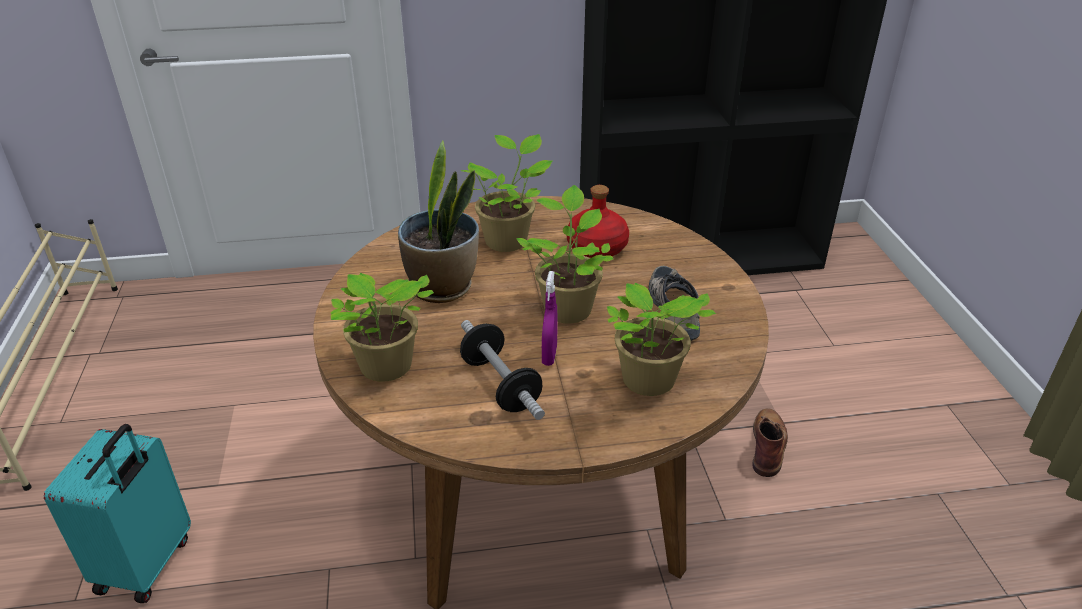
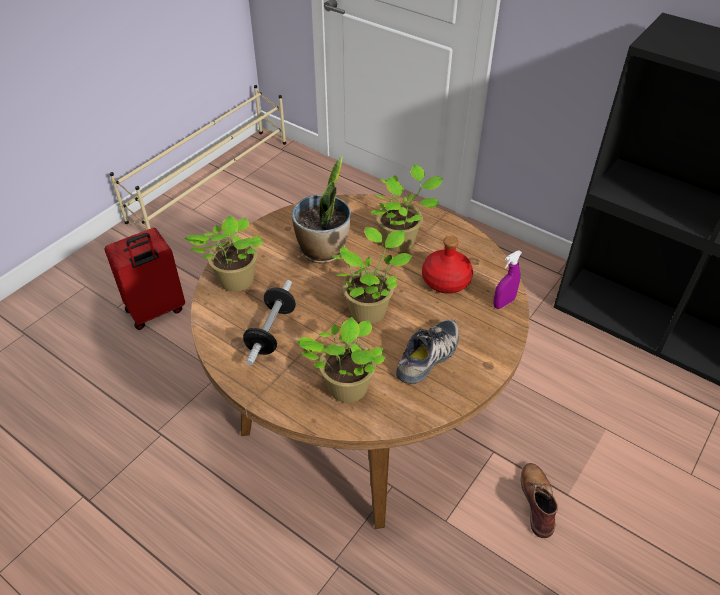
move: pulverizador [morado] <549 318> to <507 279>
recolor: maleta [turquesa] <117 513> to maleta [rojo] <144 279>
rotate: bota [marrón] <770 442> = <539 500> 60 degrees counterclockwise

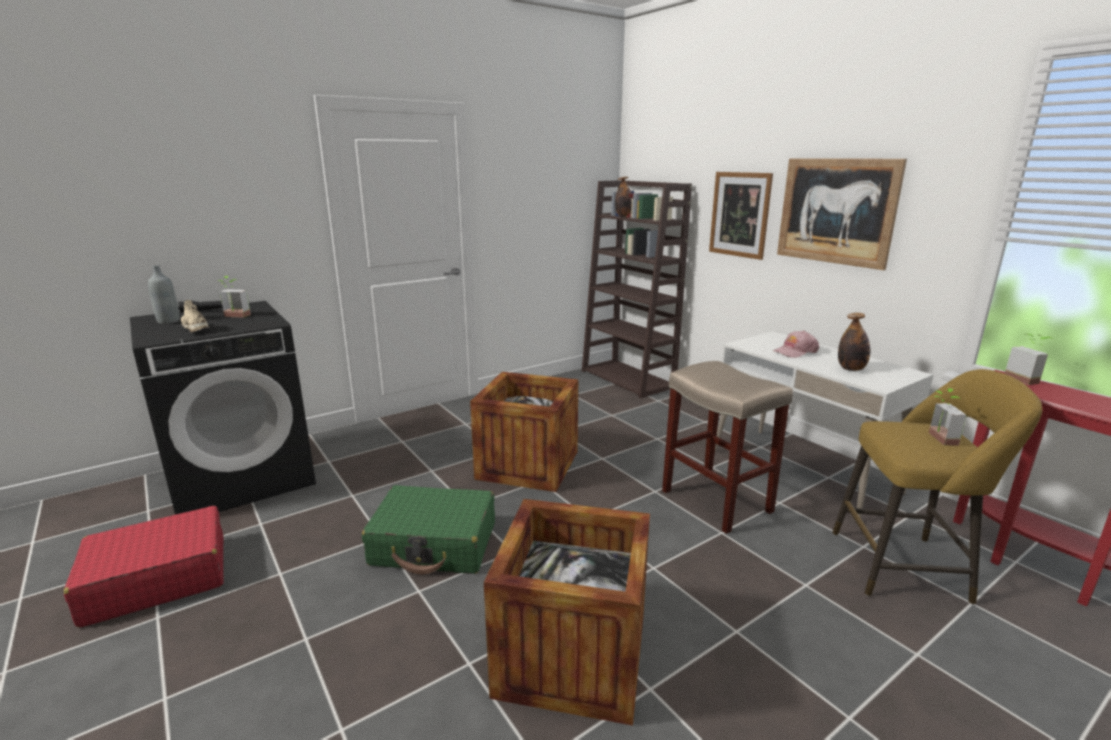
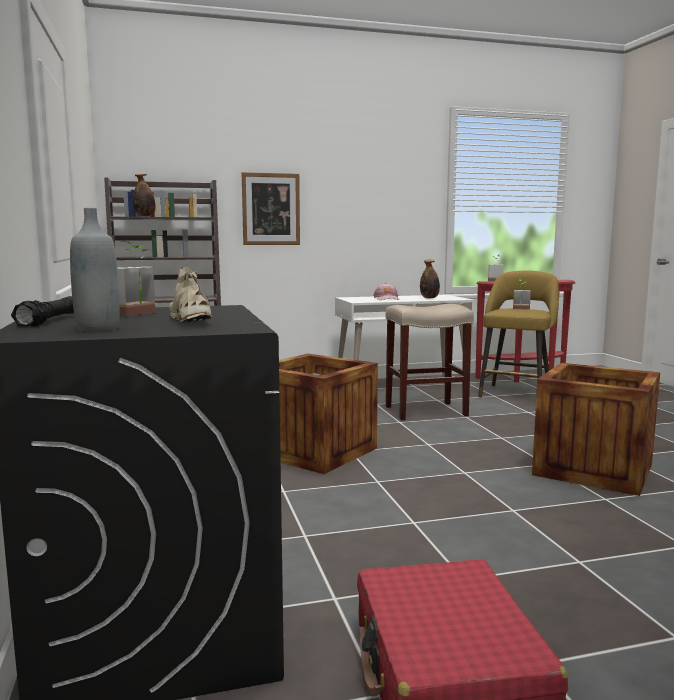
delete: cuadro <842 214>; maleta [verde] <428 530>
rotate: zapato [beis] <195 316> = <191 295> 90 degrees clockwise

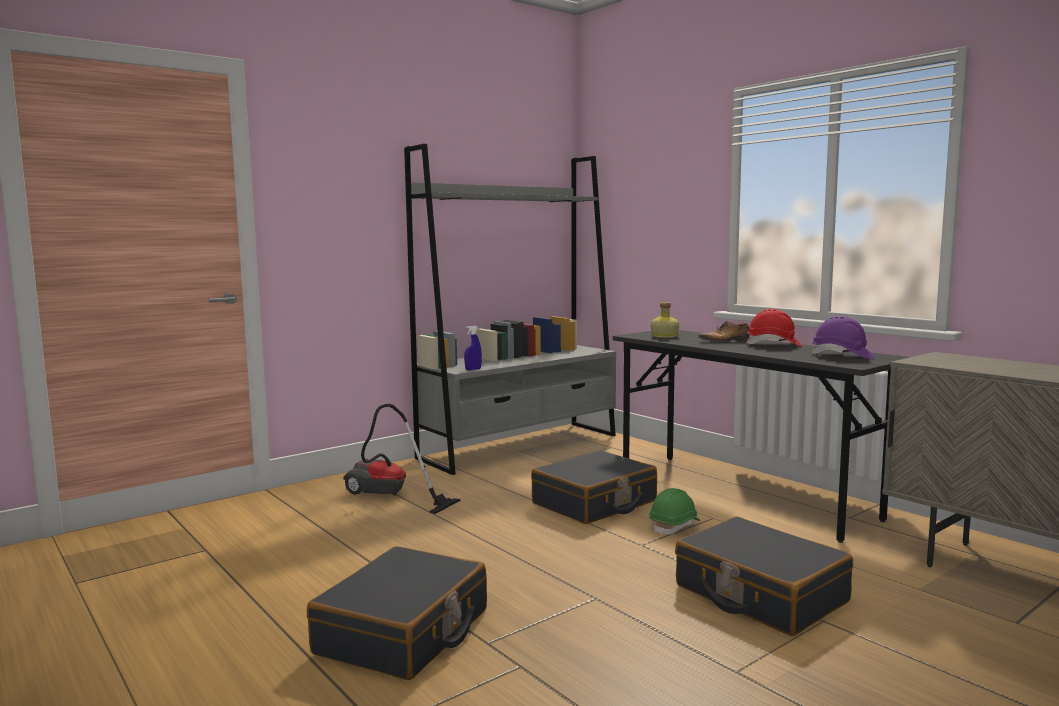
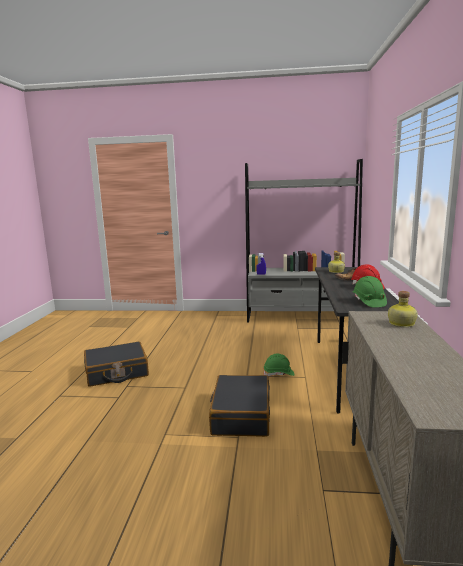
delete: aspiradora <402 459>; maleta [negro] <594 487>
insert: botella <403 309>
recolor: casco [morado] <843 337> to casco [verde] <370 291>

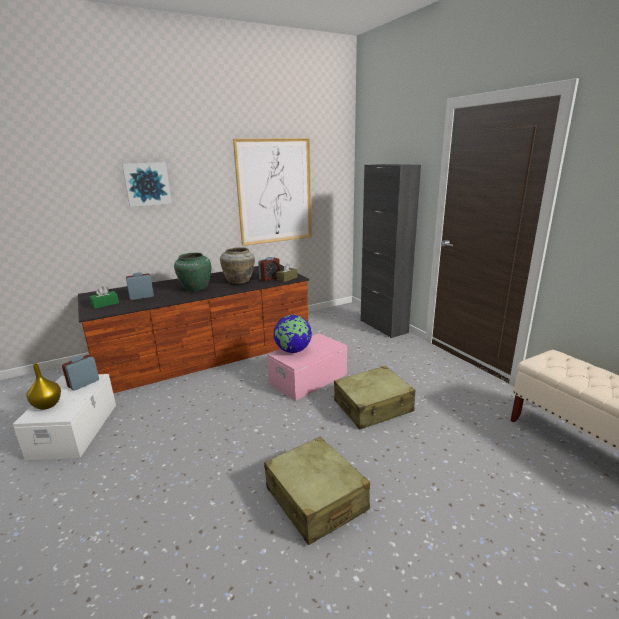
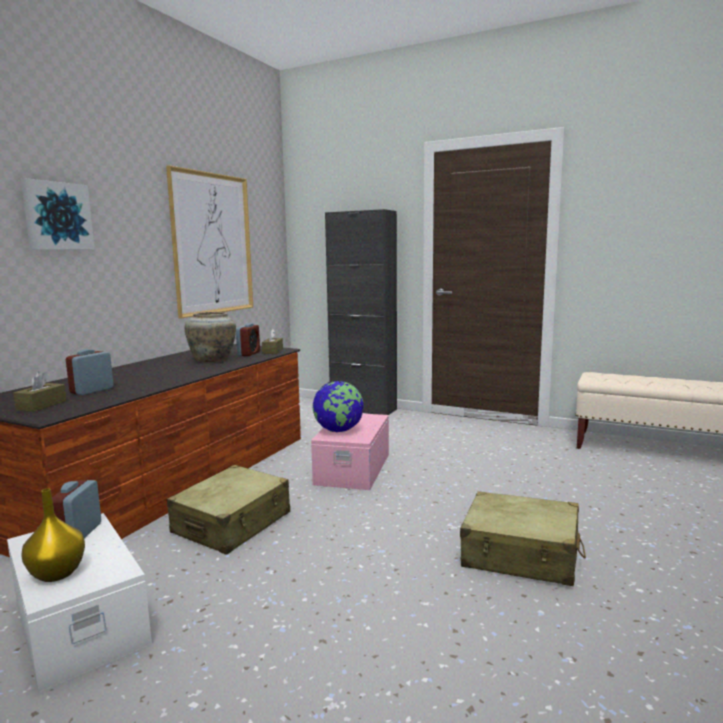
delete: florero [verde] <193 272>
move: maleta [beis] <374 398> to <228 510>
recolor: caja de pañuelos [verde] <104 297> to caja de pañuelos [marrón] <39 391>

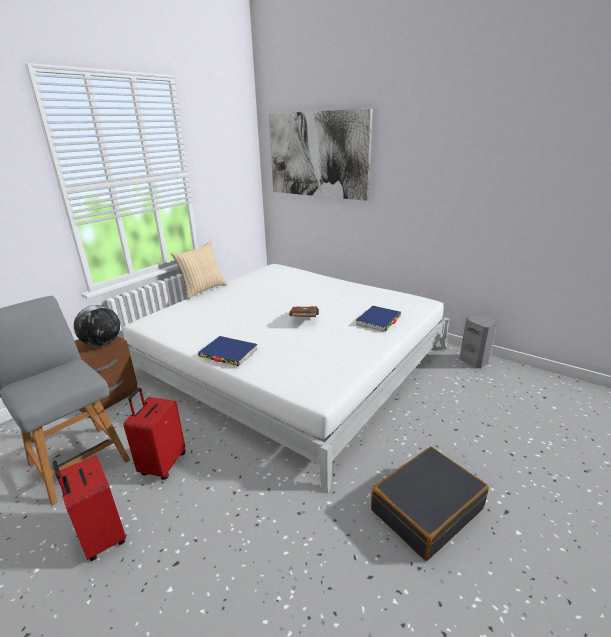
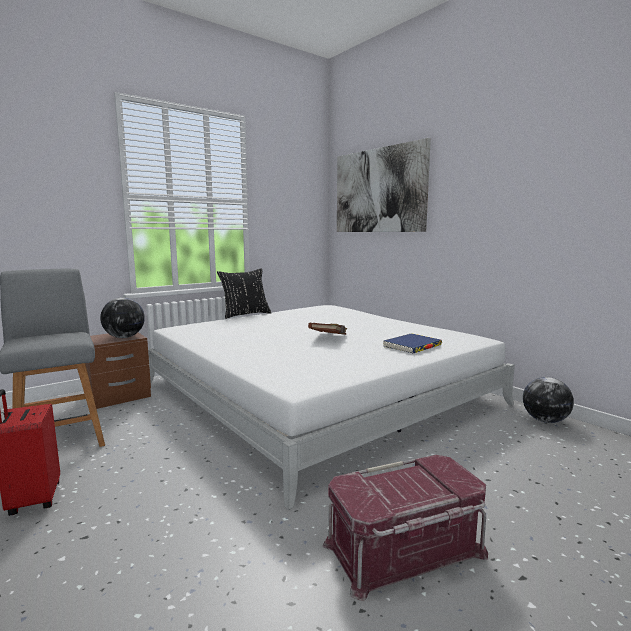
delete: libro [azul] <228 351>; maleta [rojo] <154 434>
replace: altavoz [gris] <478 341> to globo terráqueo <548 400>; maleta [negro] <430 504> to caja de almacenaje [rojo] <405 528>
recolor: cojín [beis] <199 270> to cojín [negro] <244 293>

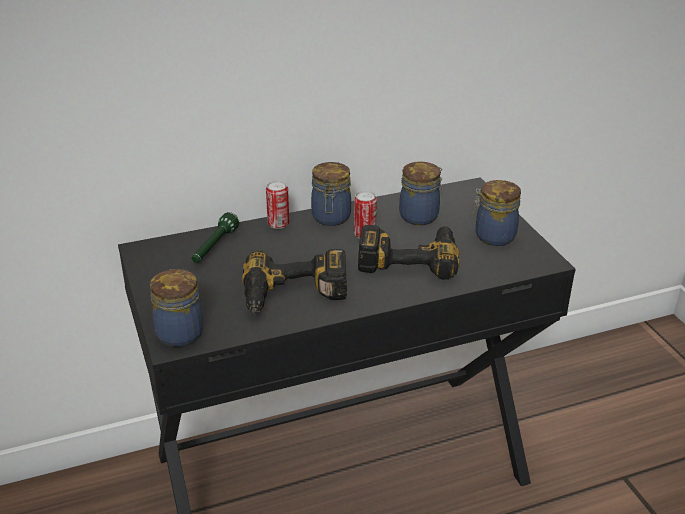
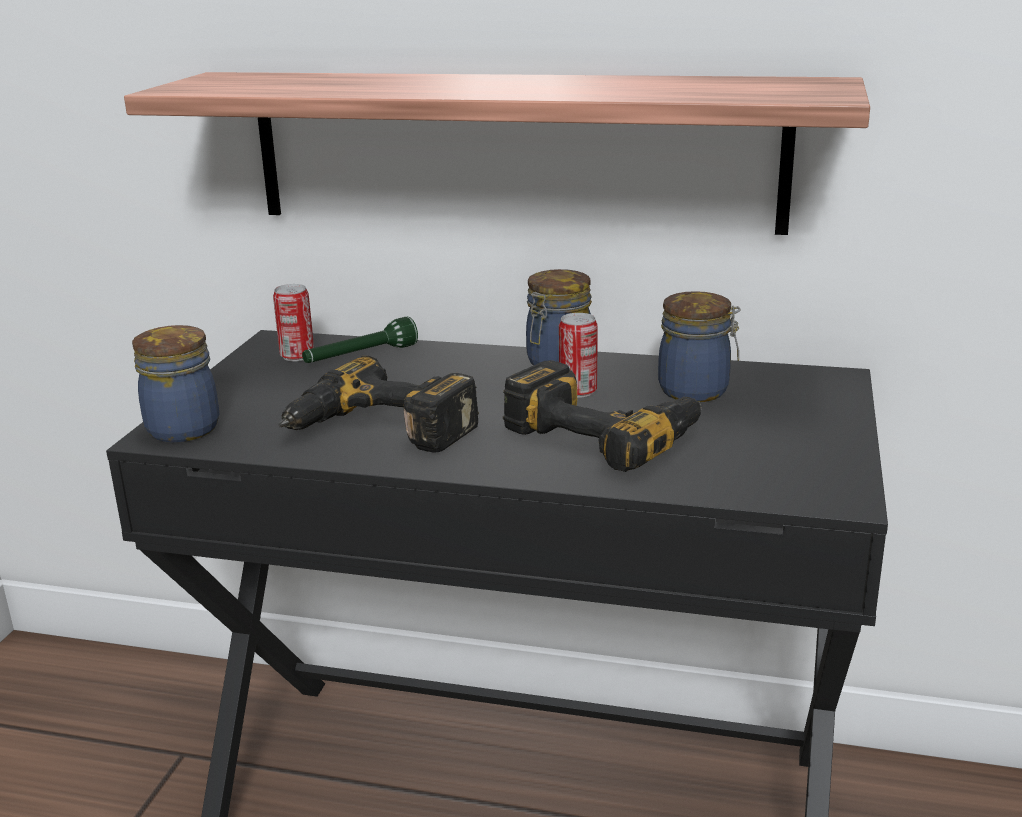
delete: tarro <496 213>
insert: estante <497 153>
move: lata <277 204> to <293 323>

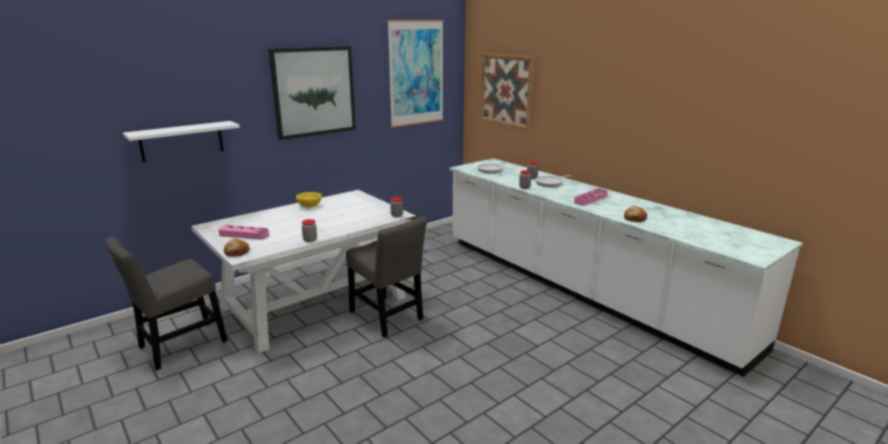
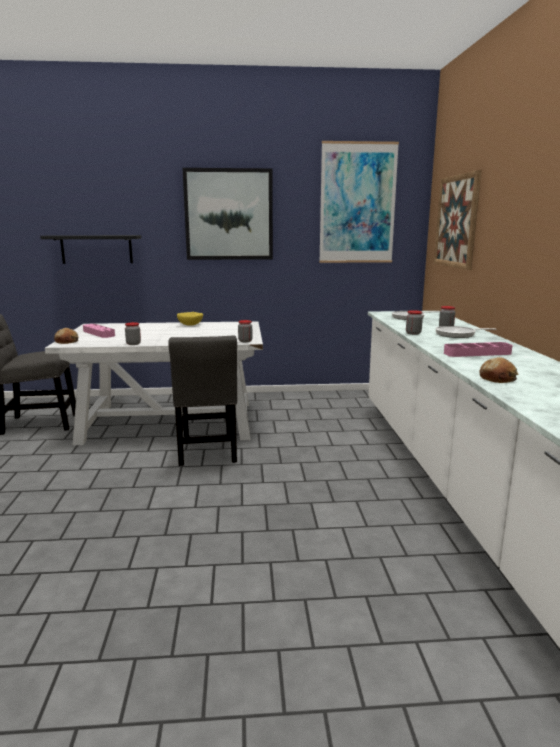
recolor: estante [blanco] <181 141> to estante [negro] <90 249>

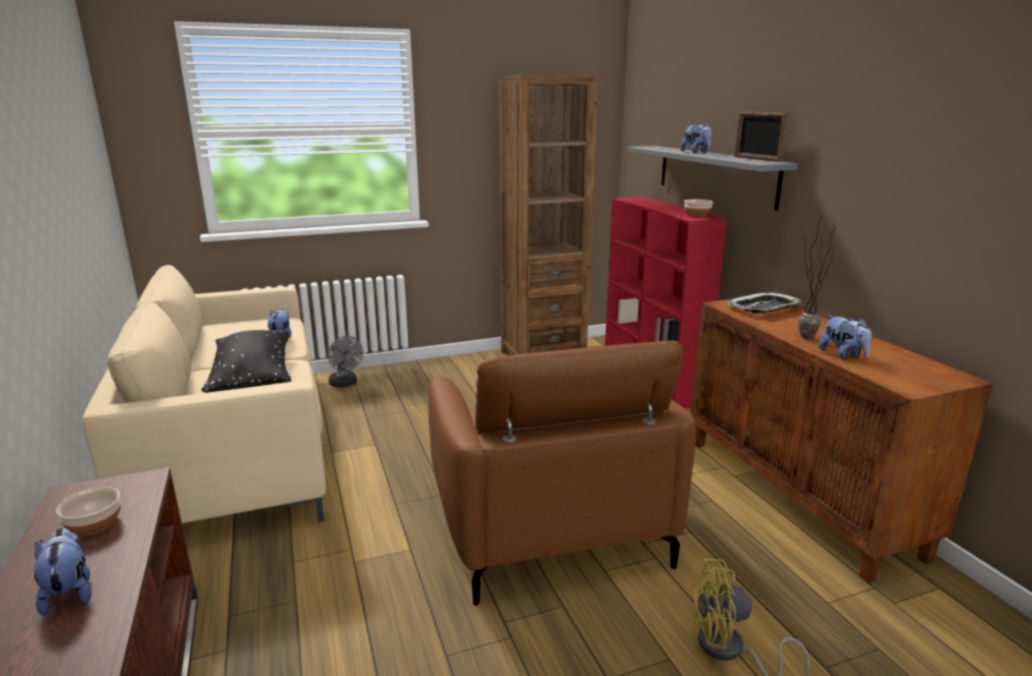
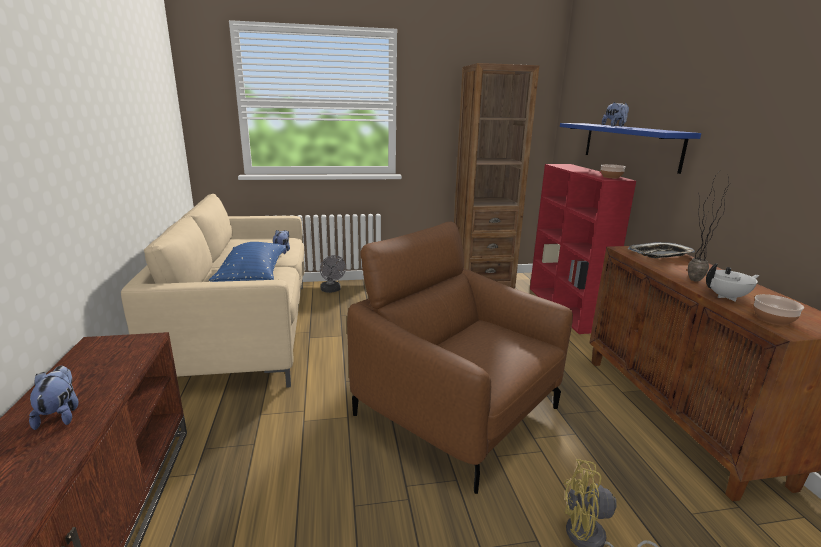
delete: portarretratos <761 136>
move: cuenco <88 511> to <778 310>
replace: peluche <845 337> to tetera [blanco] <733 282>
recolor: estante [gris] <713 178> to estante [azul] <630 148>; cojín [negro] <246 361> to cojín [azul] <247 262>
rotate: sillón [marrón] <562 473> = <460 358> 135 degrees clockwise

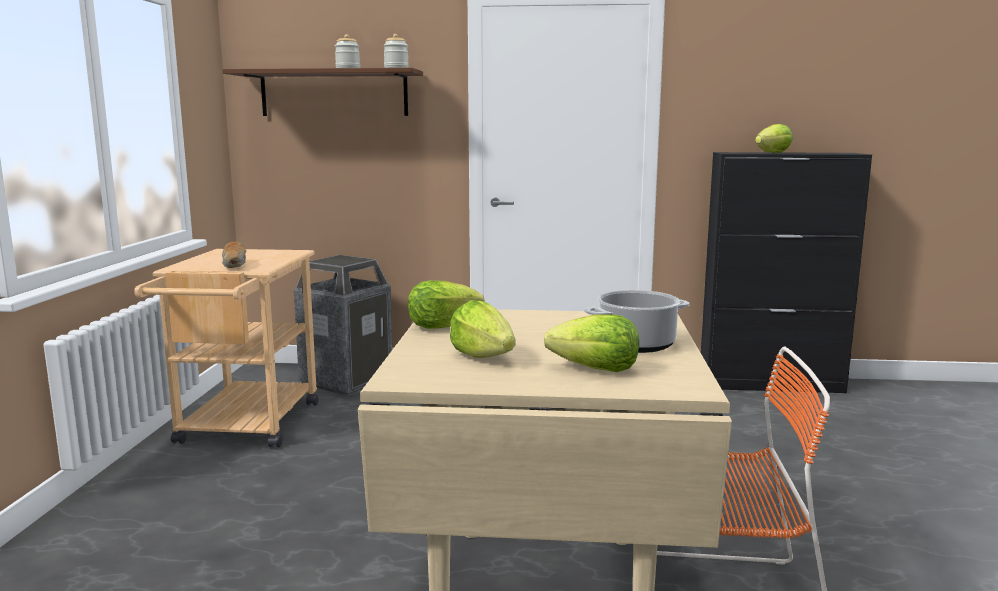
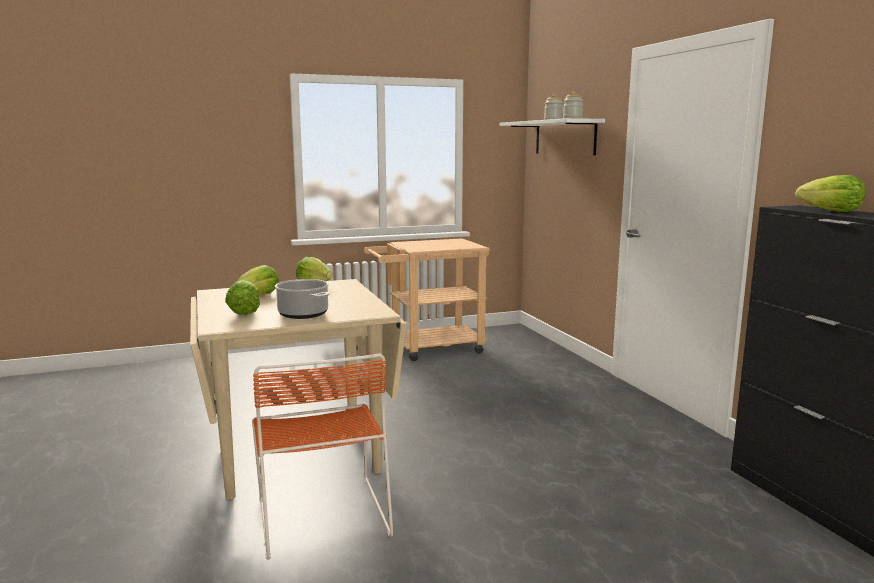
delete: pan <234 254>; papelera <343 325>
recolor: estante [marrón] <322 92> to estante [blanco] <552 136>

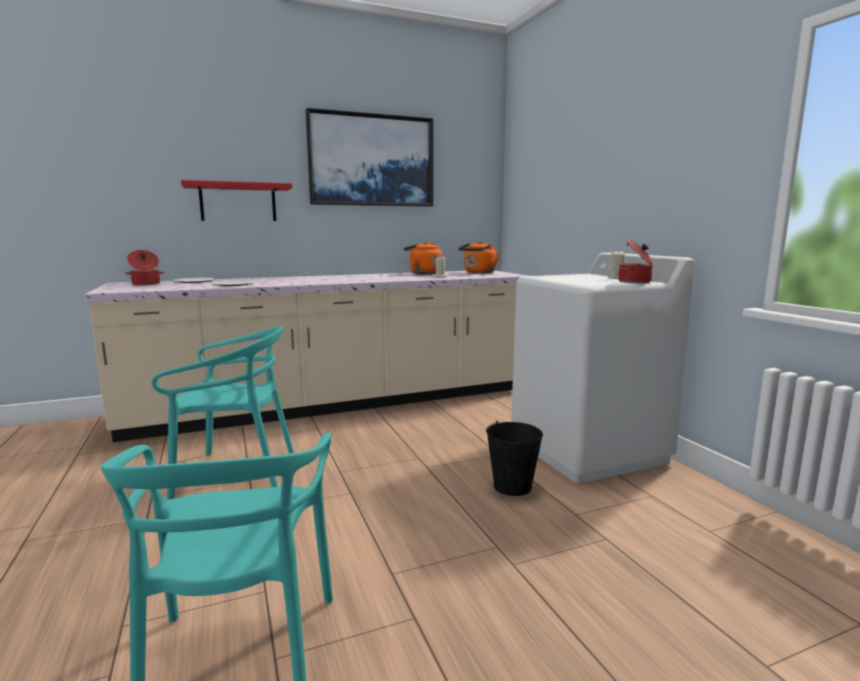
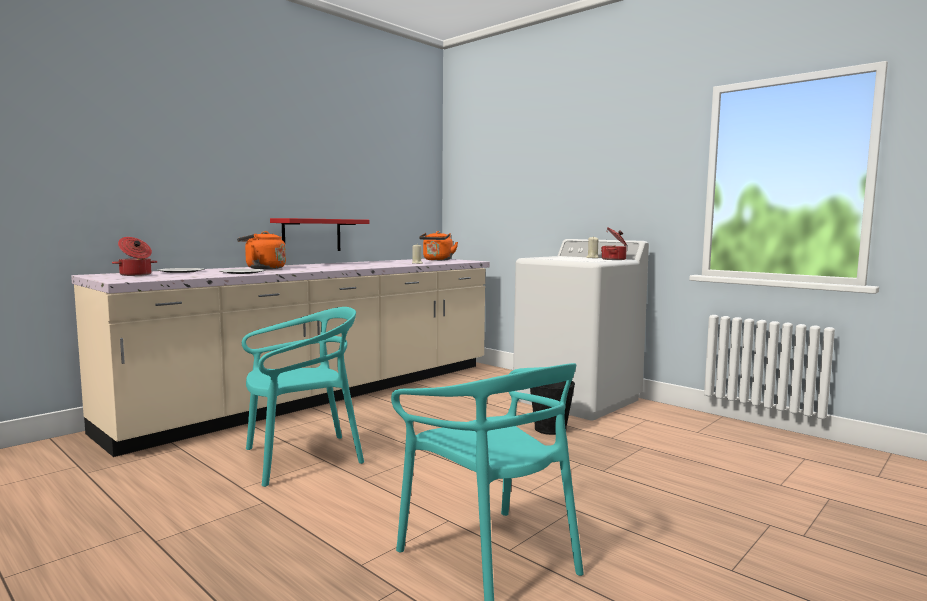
delete: cuadro <369 157>
move: estante [rojo] <236 200> to <319 234>; hervidor [naranja] <423 258> to <261 250>

